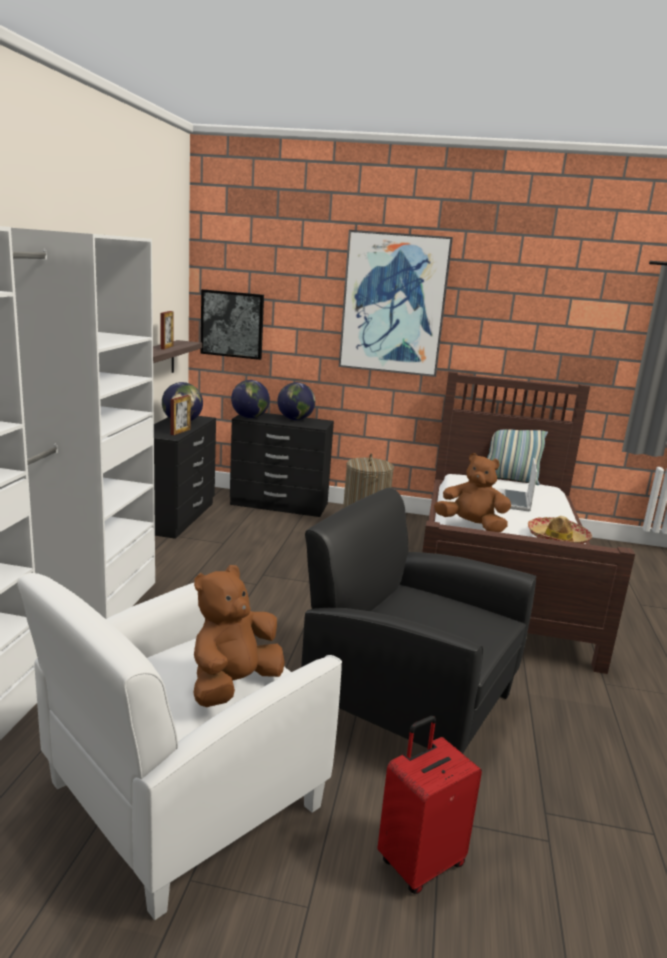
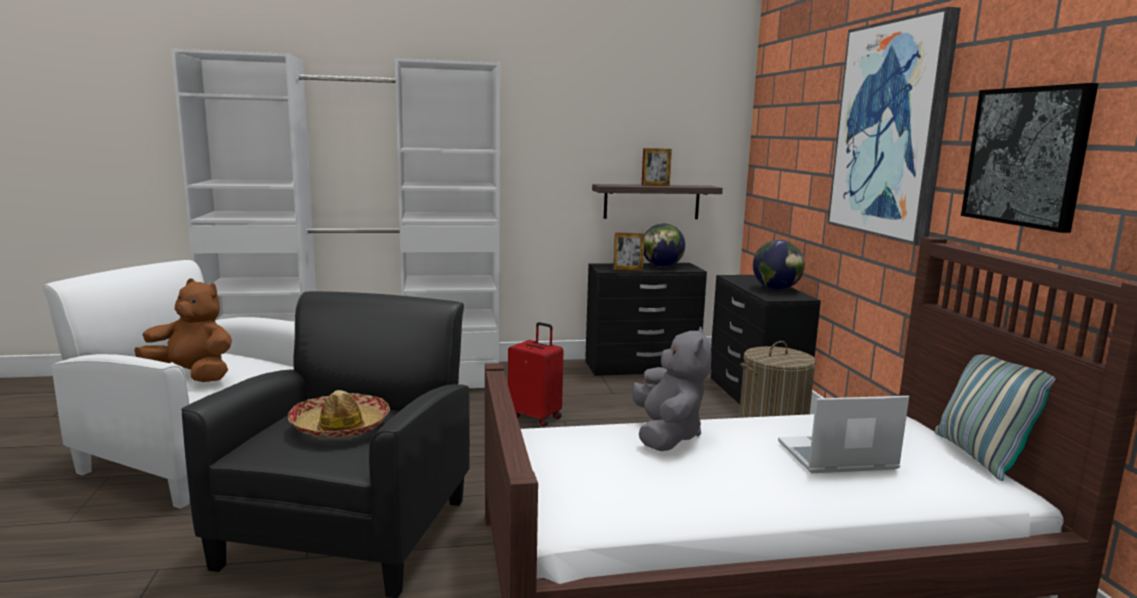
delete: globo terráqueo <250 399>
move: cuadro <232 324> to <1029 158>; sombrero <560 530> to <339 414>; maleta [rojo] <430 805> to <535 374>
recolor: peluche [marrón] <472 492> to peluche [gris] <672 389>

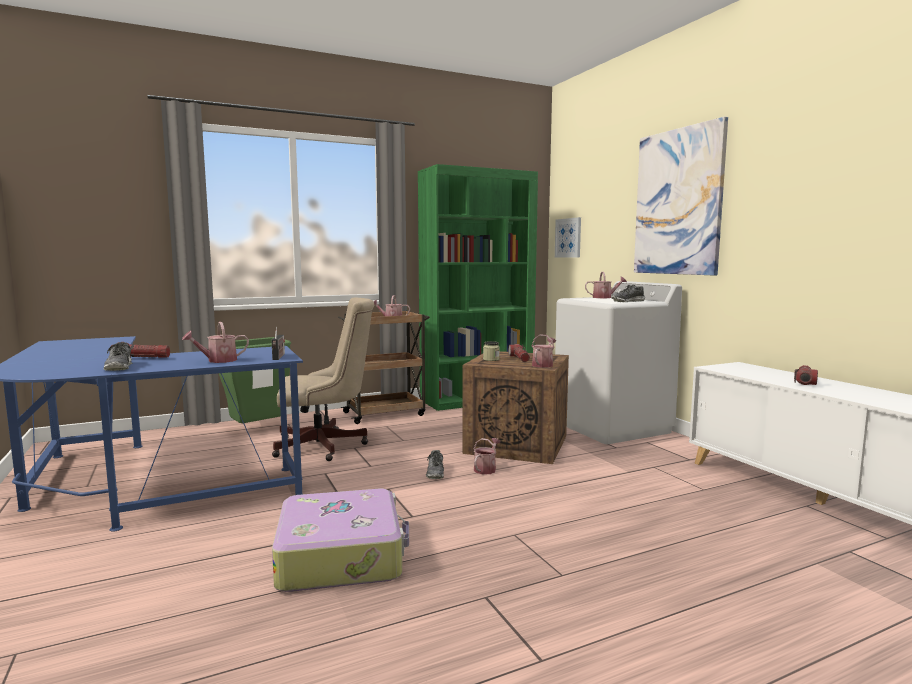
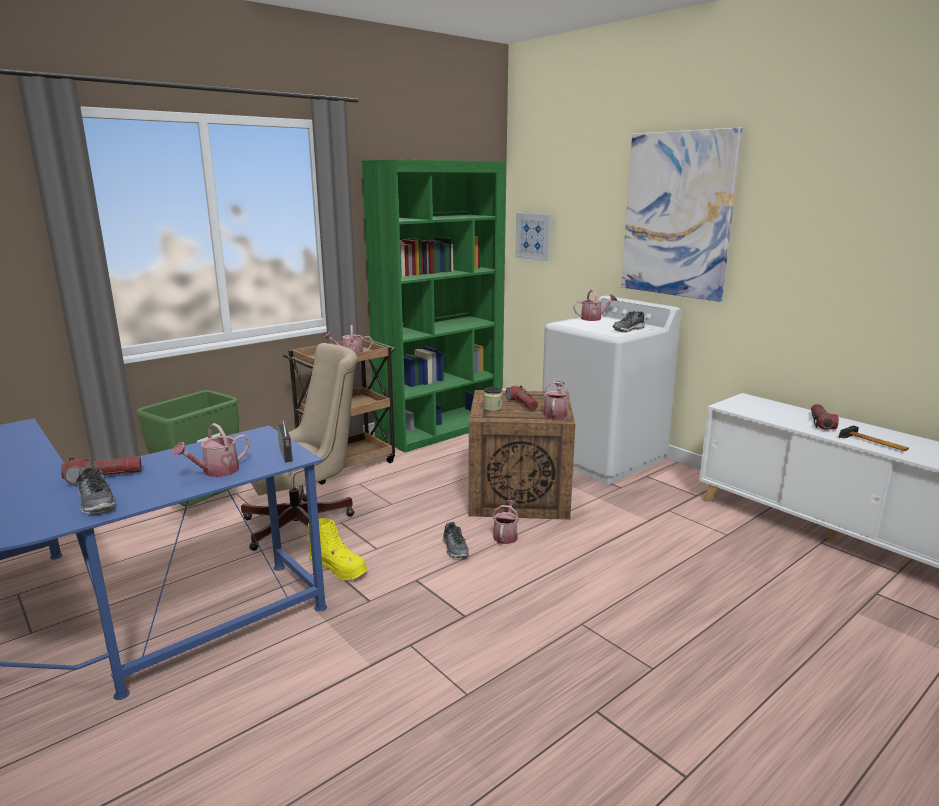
delete: maleta <340 540>
insert: martillo <874 438>; bota [amarillo] <336 549>

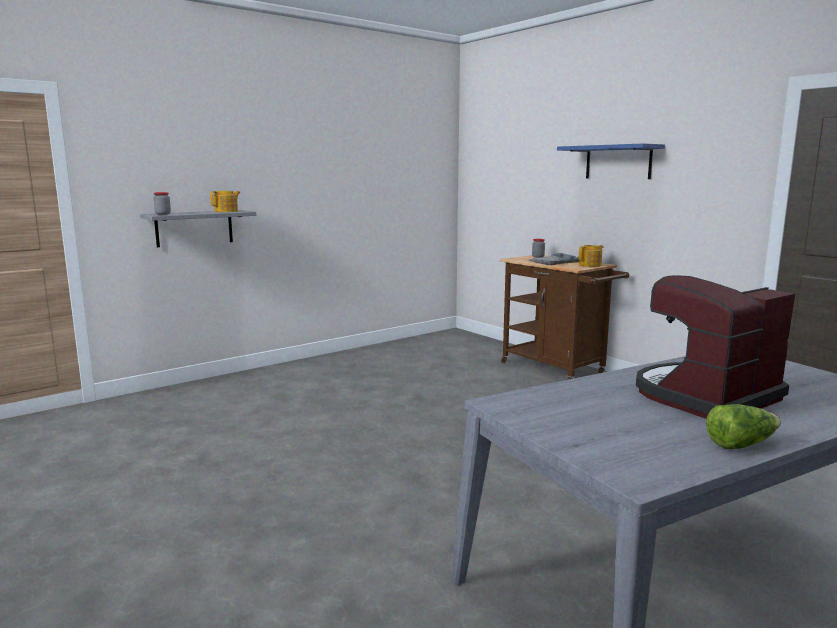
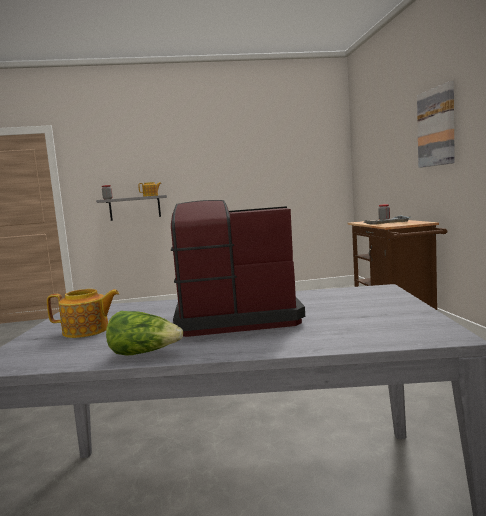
move: tetera <591 256> to <83 313>
replace: estante [azul] <611 161> to cuadro <436 124>

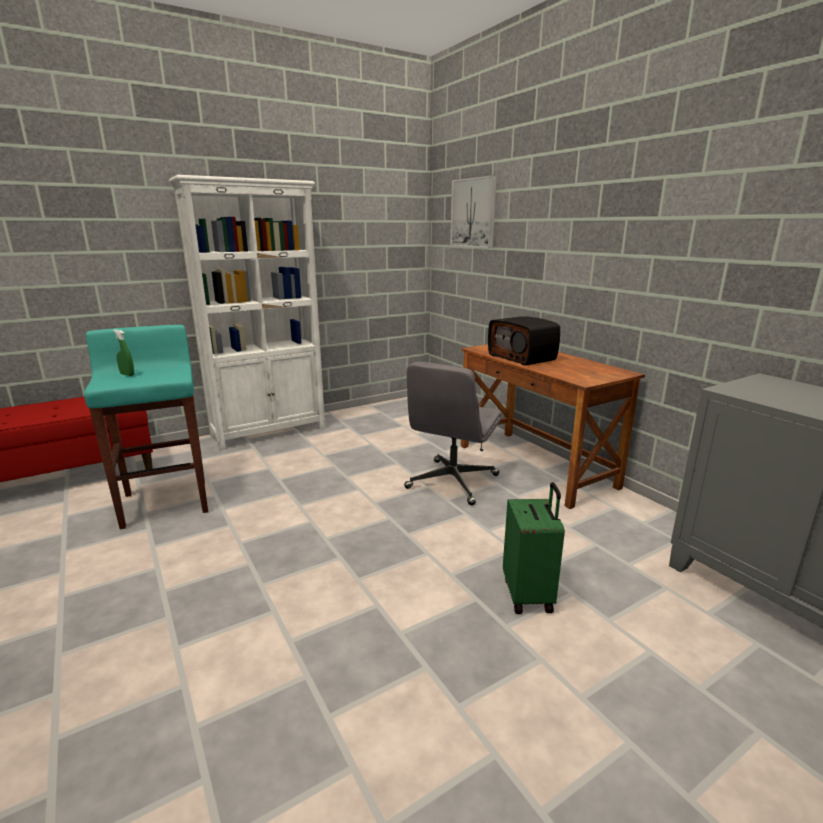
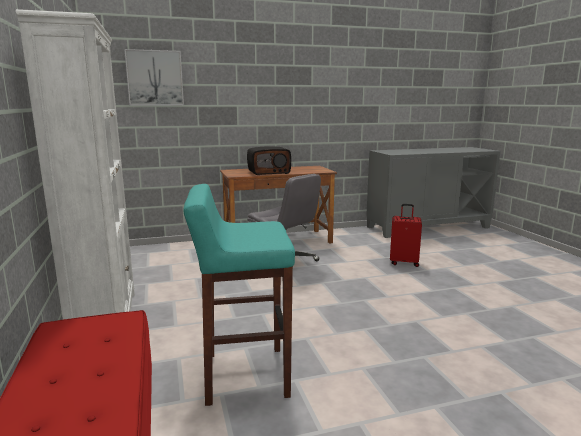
delete: pulverizador [verde] <123 353>
recolor: maleta [verde] <534 548> to maleta [rojo] <406 235>

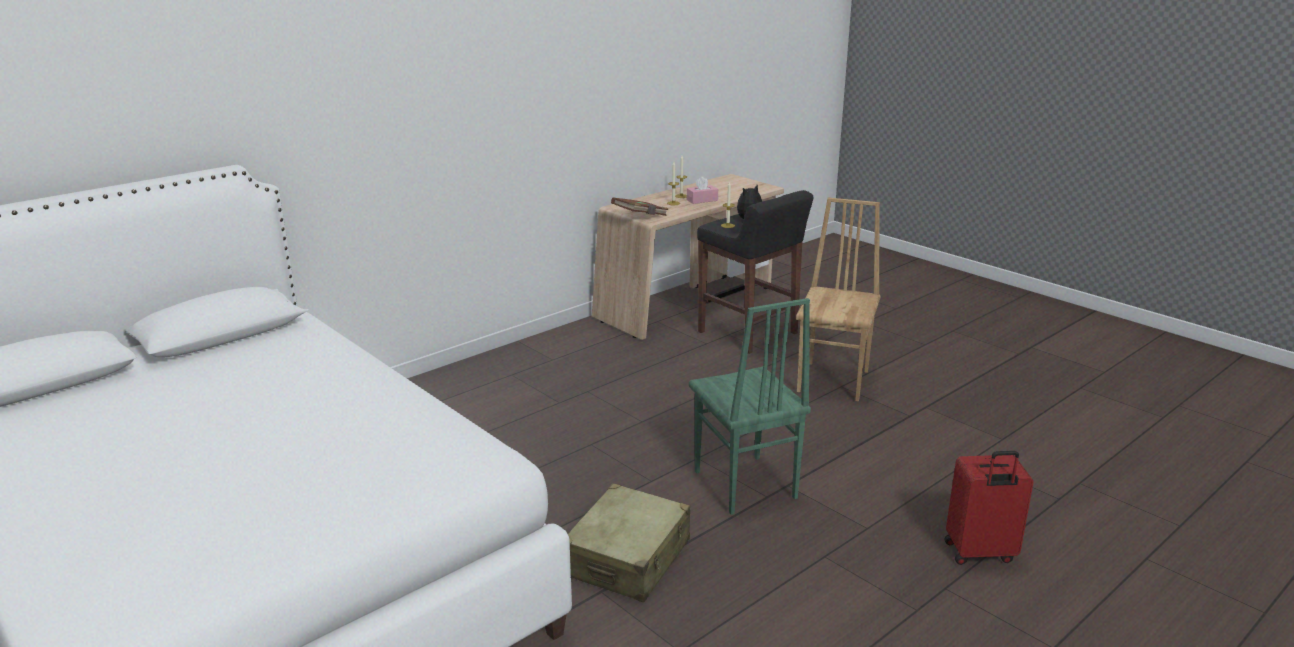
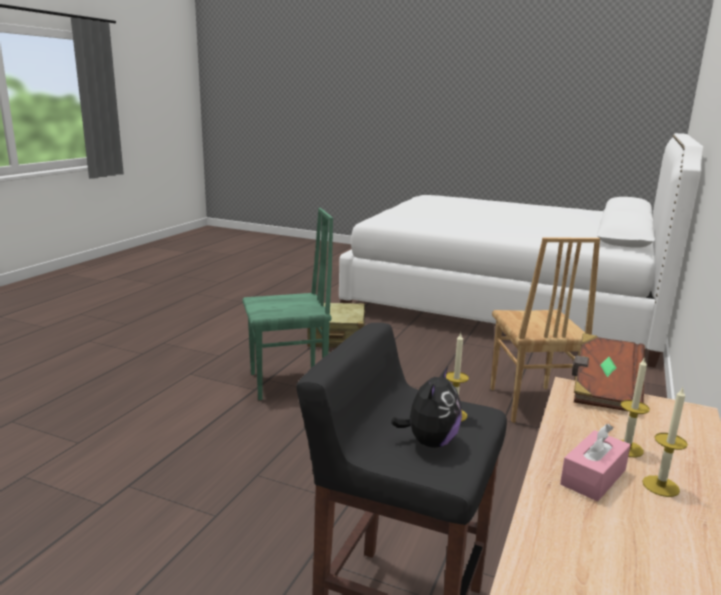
delete: maleta [rojo] <989 508>
move: silla [marrón] <838 299> to <545 330>
rotate: silla [verde] <750 406> = <288 304> 120 degrees clockwise

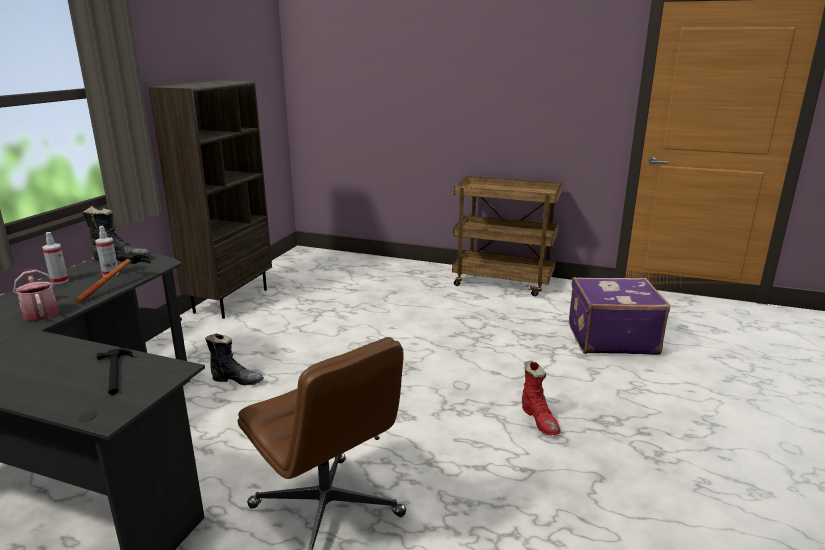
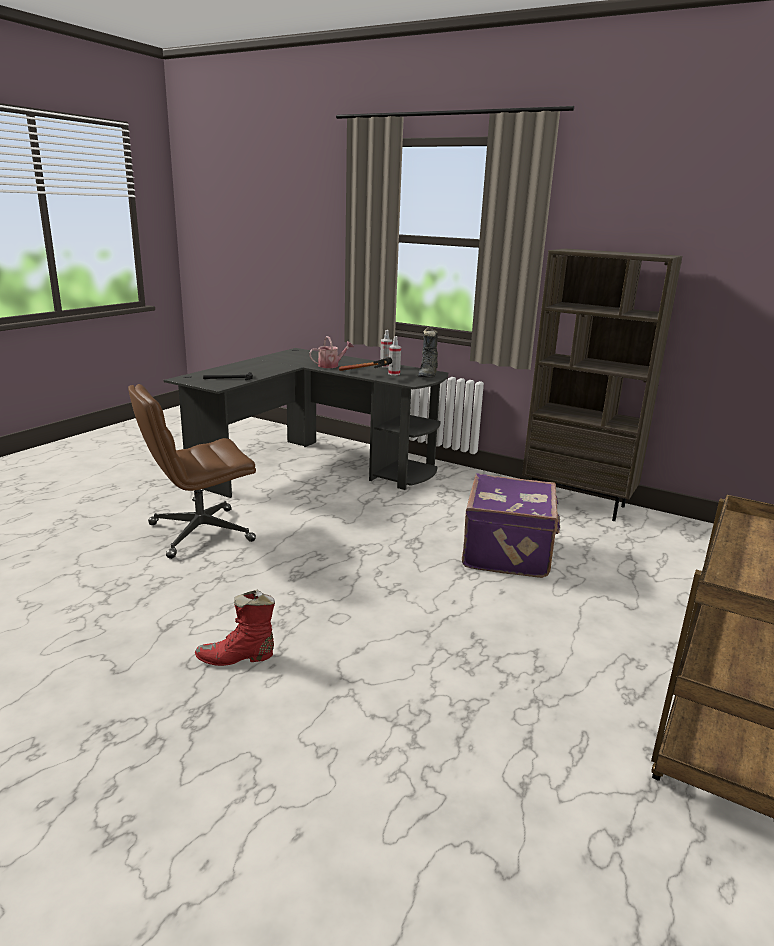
delete: bota [negro] <234 359>
move: maleta [morado] <620 316> to <511 526>

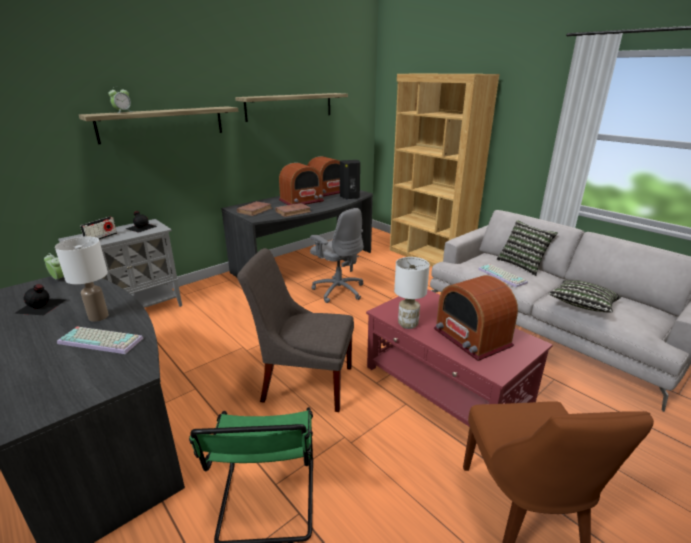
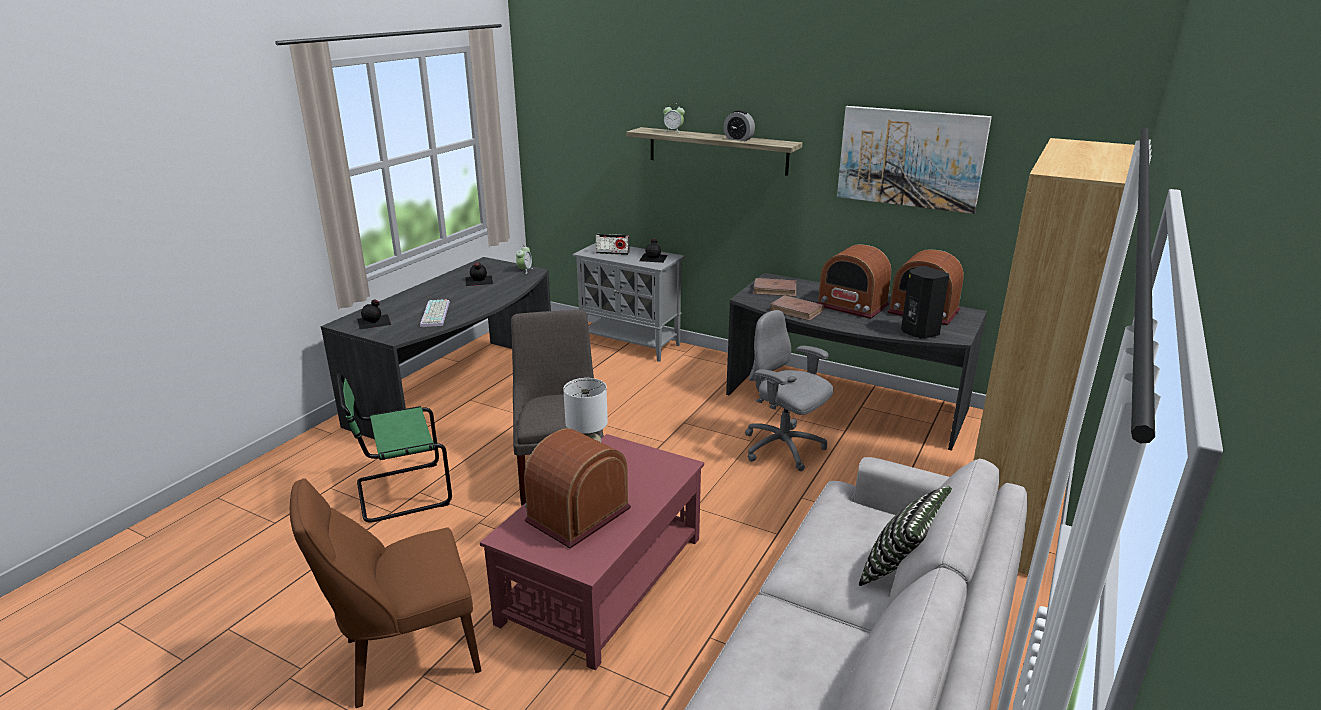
delete: lámpara de mesa [blanco] <82 279>; teclado <503 276>; cojín <584 296>
insert: despertador <739 125>; botella [negro] <374 314>
replace: estante <291 107> to cuadro <914 160>
rotate: silla de oficina [gris] <337 255> = <789 390> 105 degrees clockwise

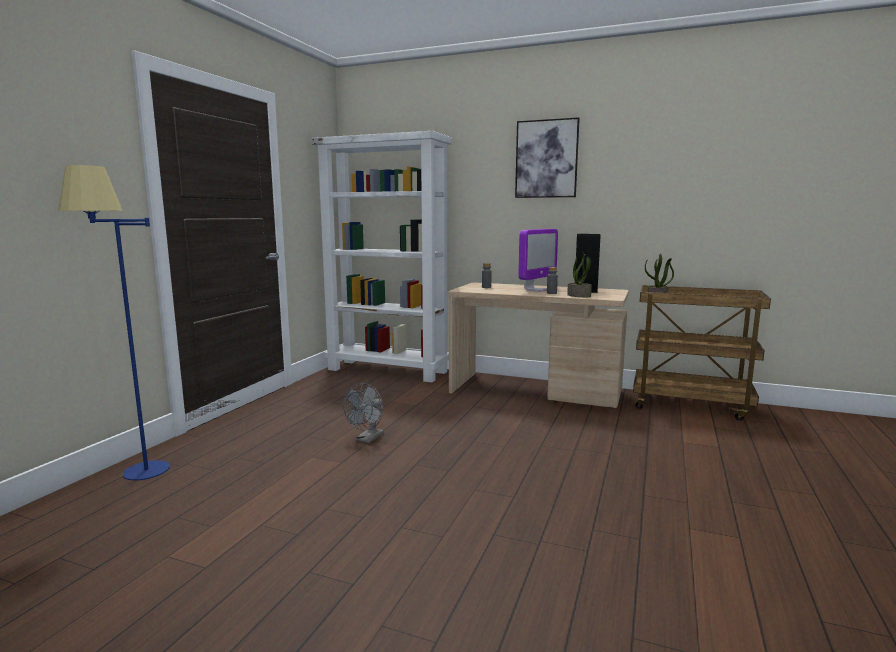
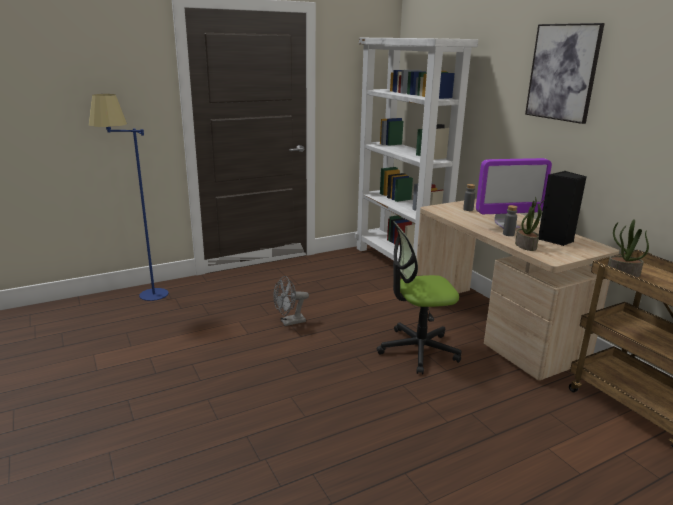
insert: silla de oficina <419 297>

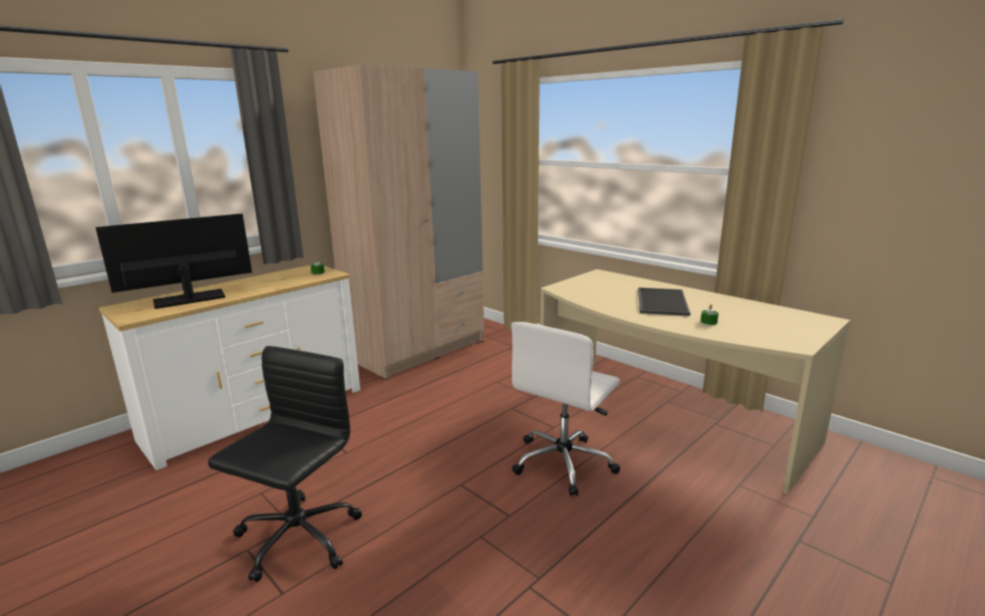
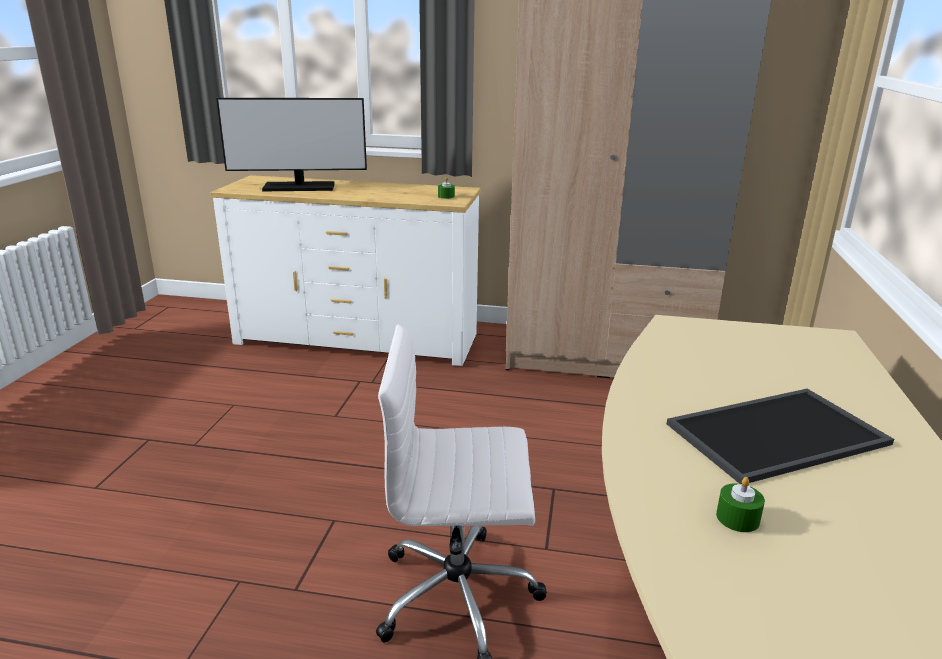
delete: silla de oficina [negro] <285 464>
rotate: monitor <173 261> = <291 144> 150 degrees clockwise

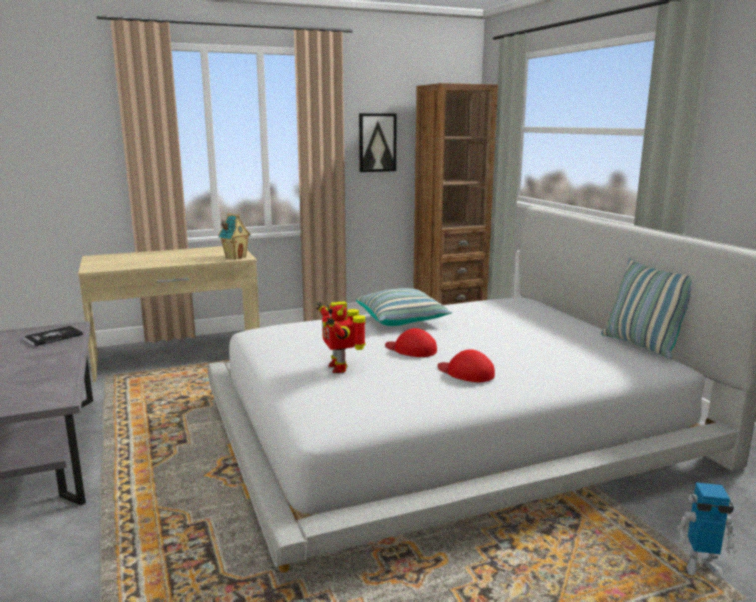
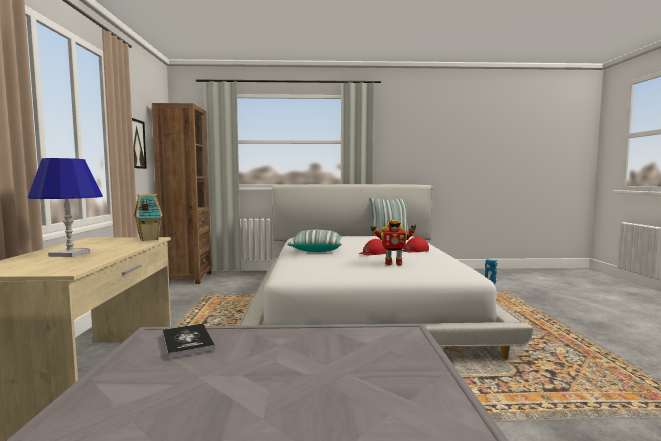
insert: lámpara de mesa [azul] <65 207>

